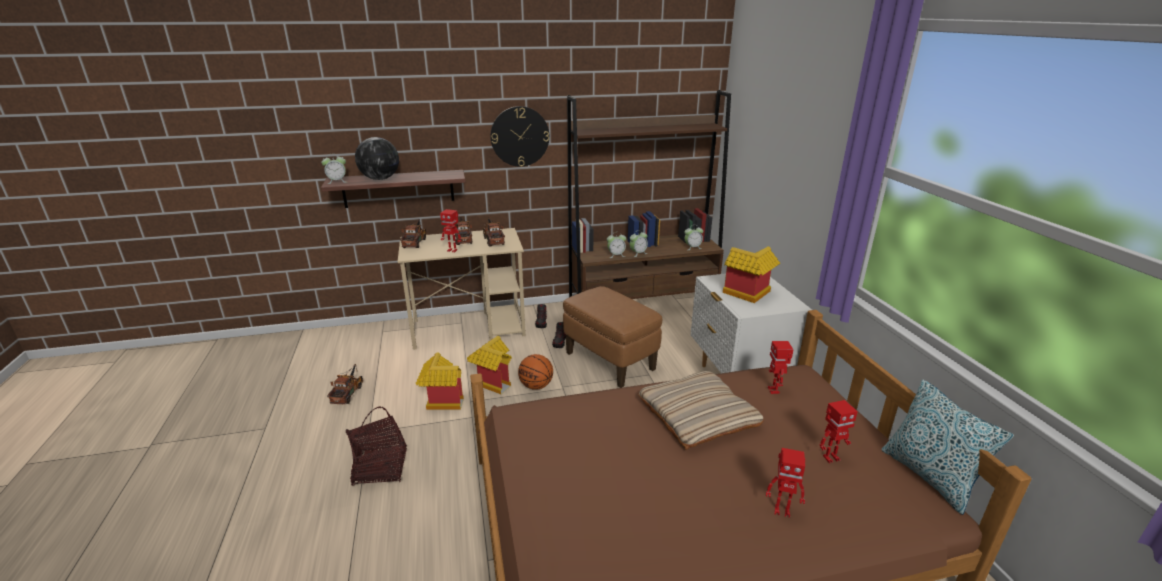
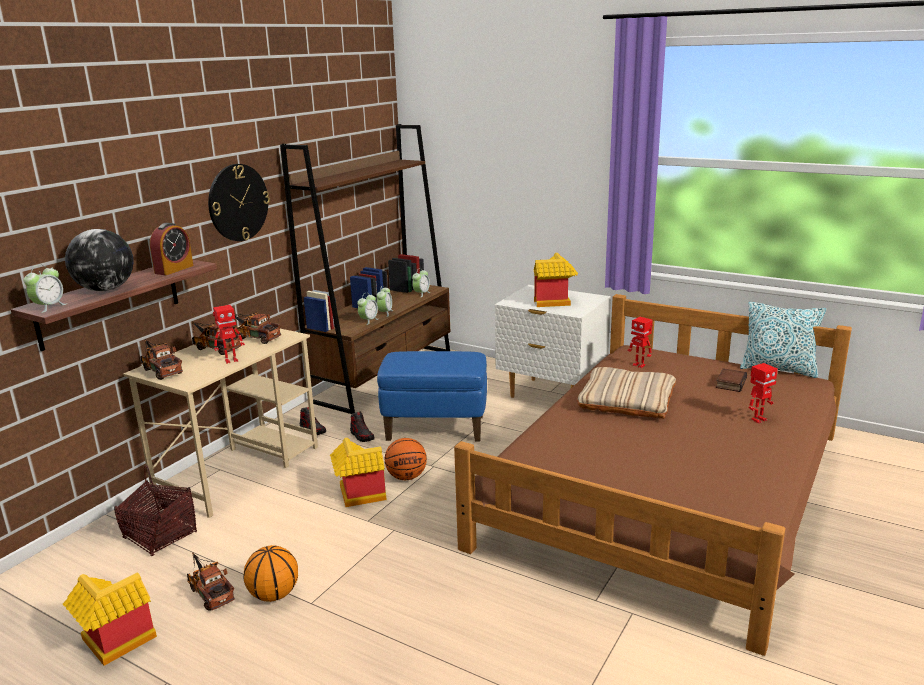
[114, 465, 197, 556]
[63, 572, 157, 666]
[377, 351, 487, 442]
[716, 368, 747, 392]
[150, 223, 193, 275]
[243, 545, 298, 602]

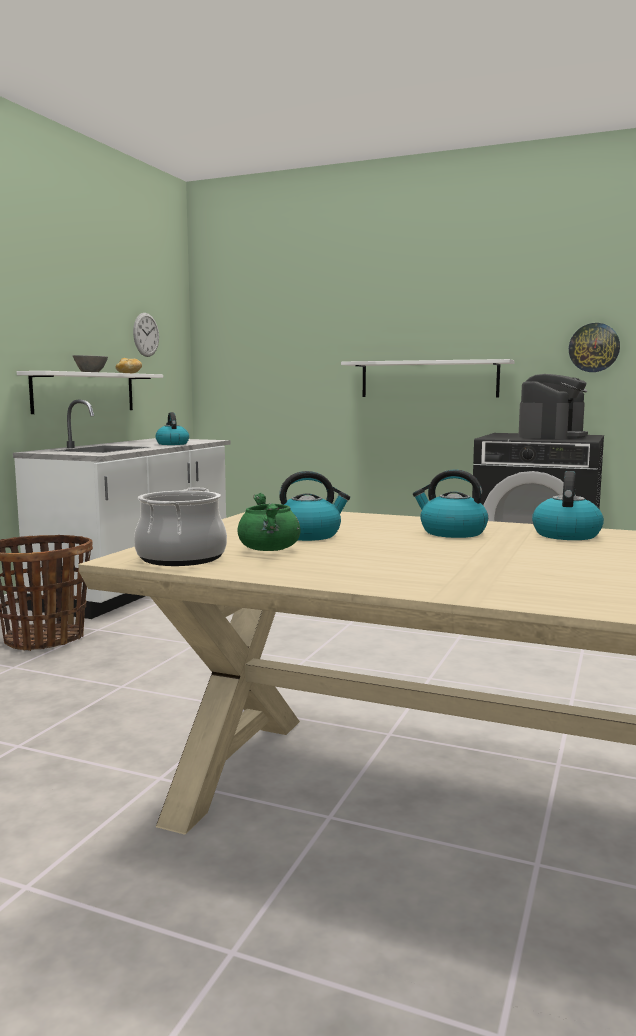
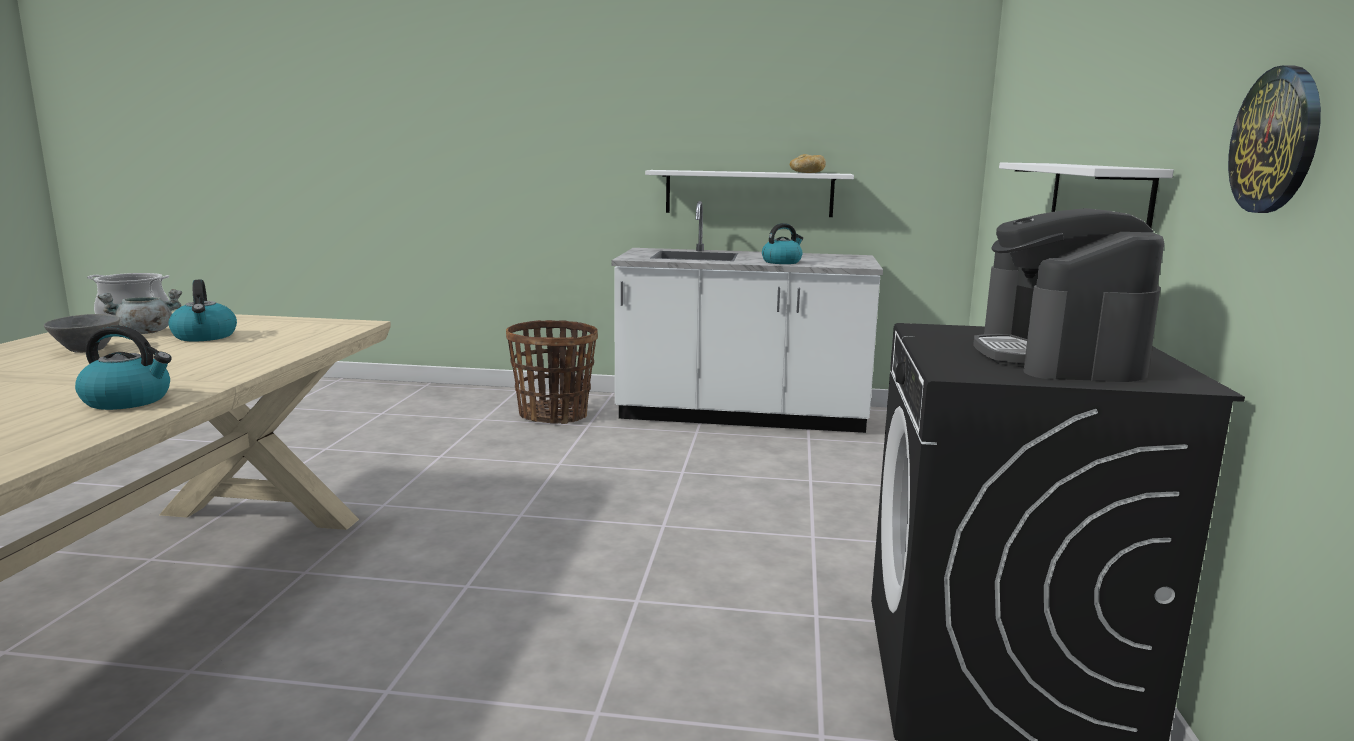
[44, 314, 120, 353]
[133, 313, 159, 357] (first image)
[97, 289, 182, 334]
[413, 470, 488, 538] (first image)
[973, 208, 1164, 382]

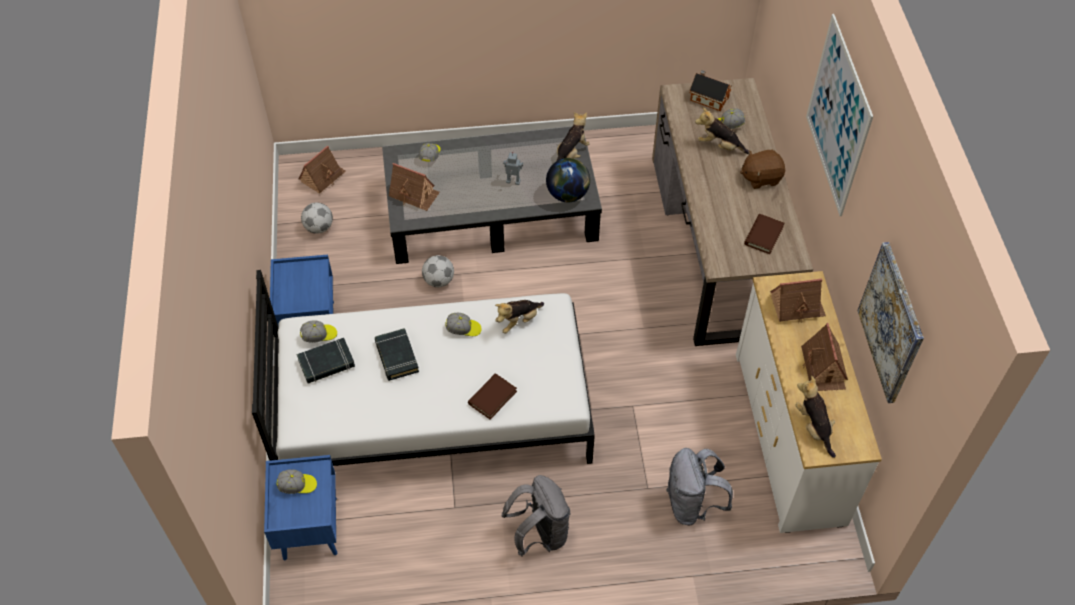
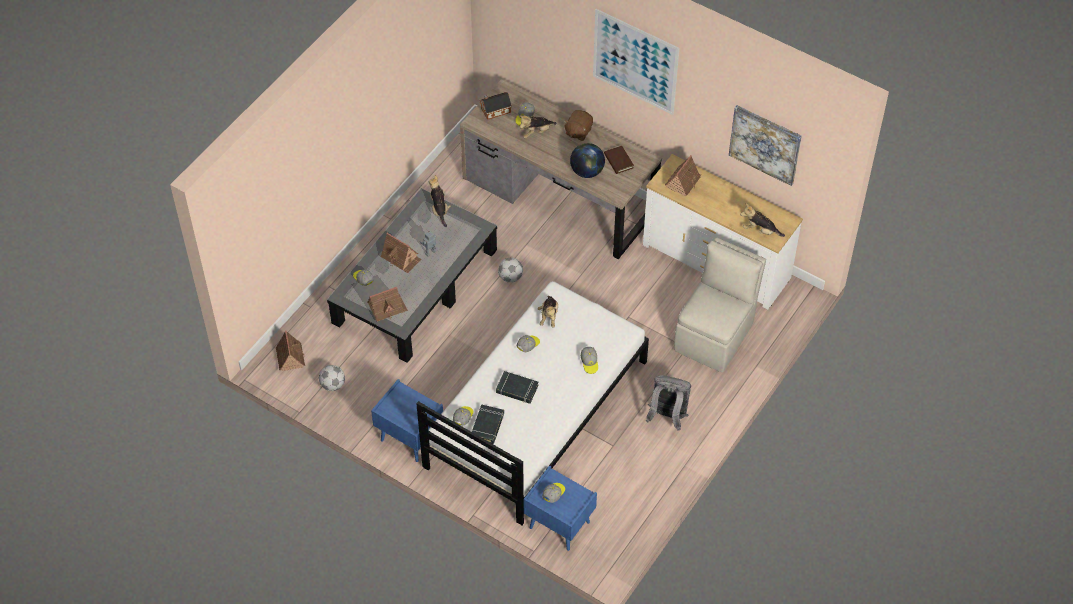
[498, 258, 523, 283]
[581, 347, 598, 374]
[570, 143, 605, 178]
[674, 237, 766, 372]
[381, 233, 421, 273]

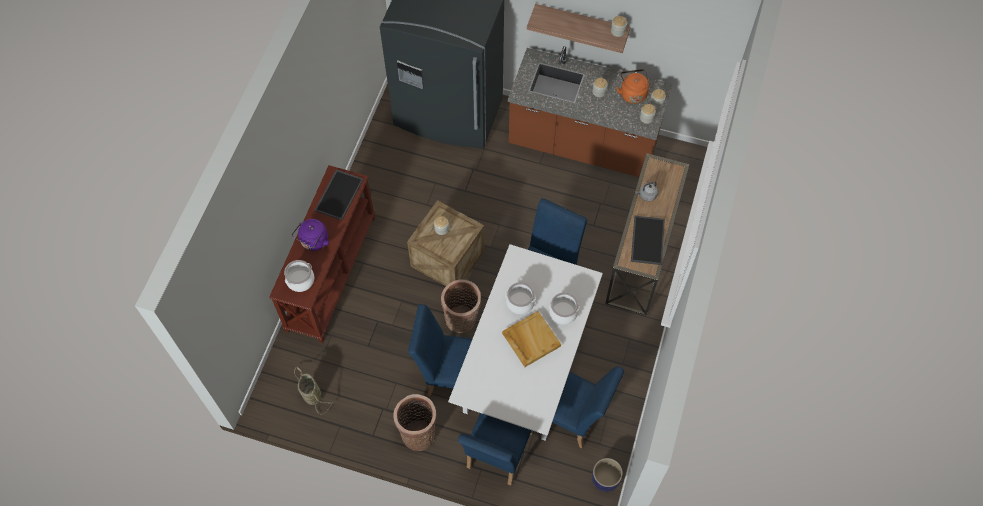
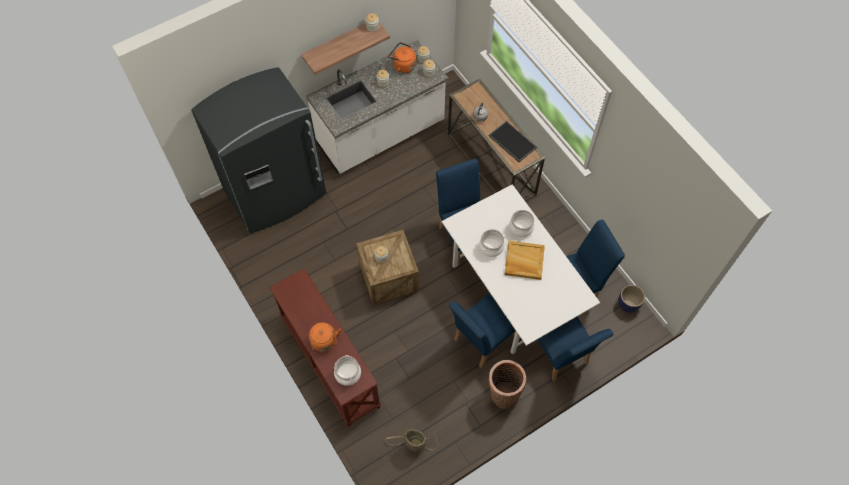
[309, 322, 341, 352]
[315, 170, 363, 220] (first image)
[441, 280, 481, 333] (first image)
[306, 40, 448, 174]

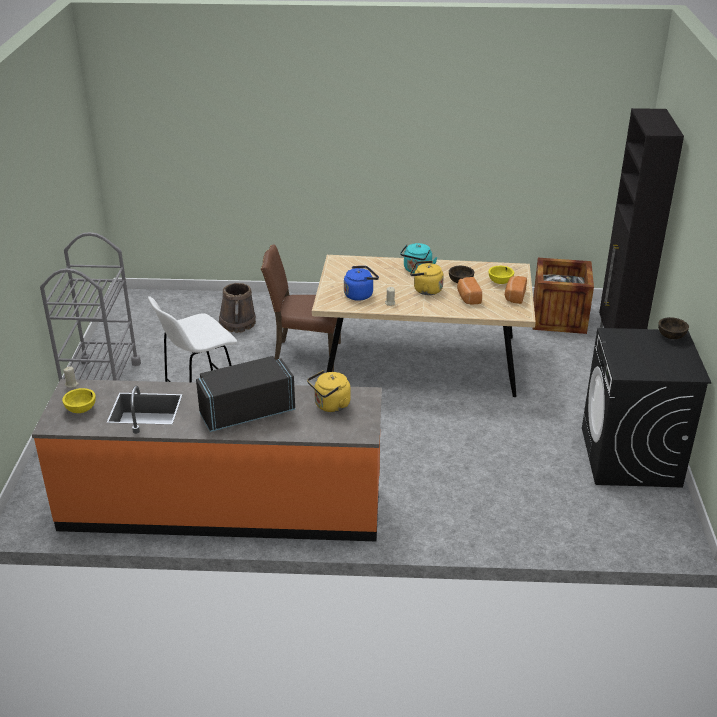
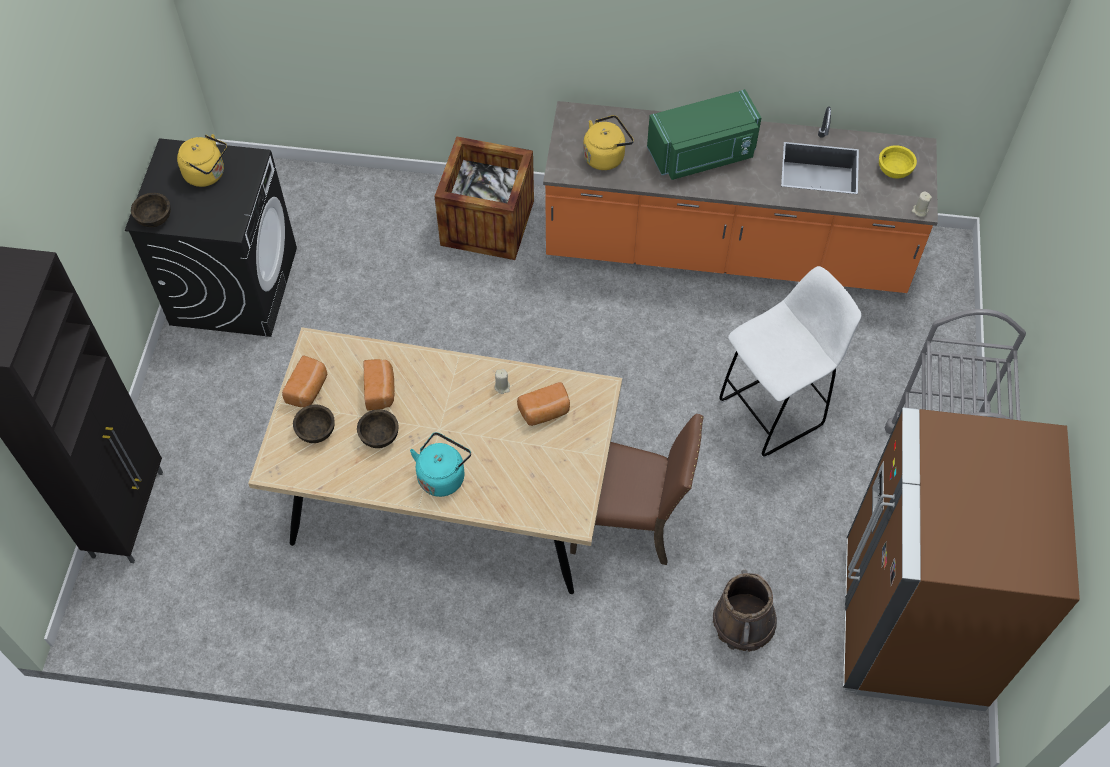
[647, 89, 761, 180]
[517, 382, 570, 426]
[177, 134, 227, 187]
[293, 405, 335, 443]
[434, 136, 534, 260]
[843, 407, 1080, 711]

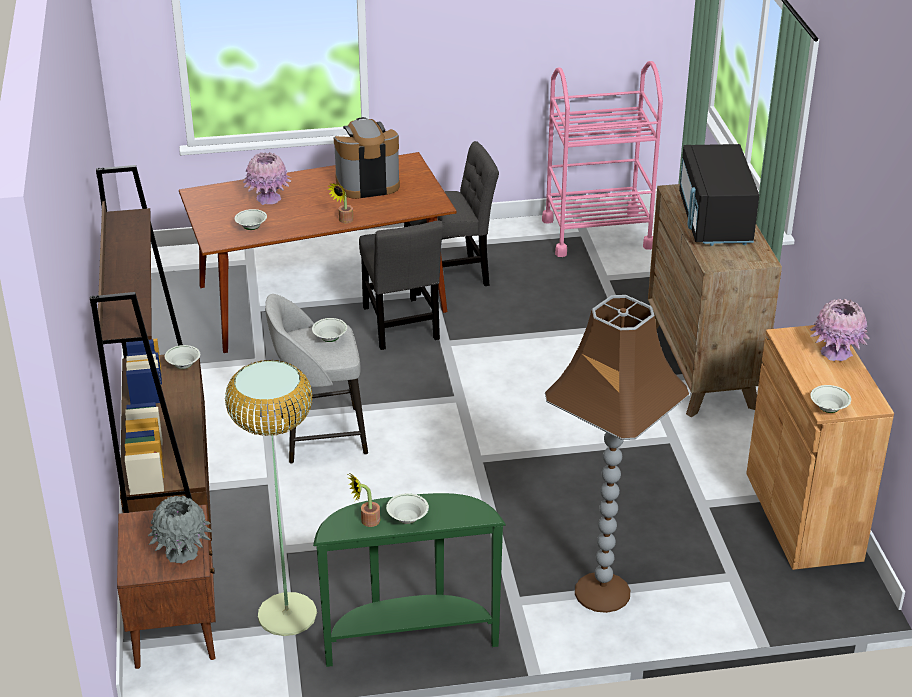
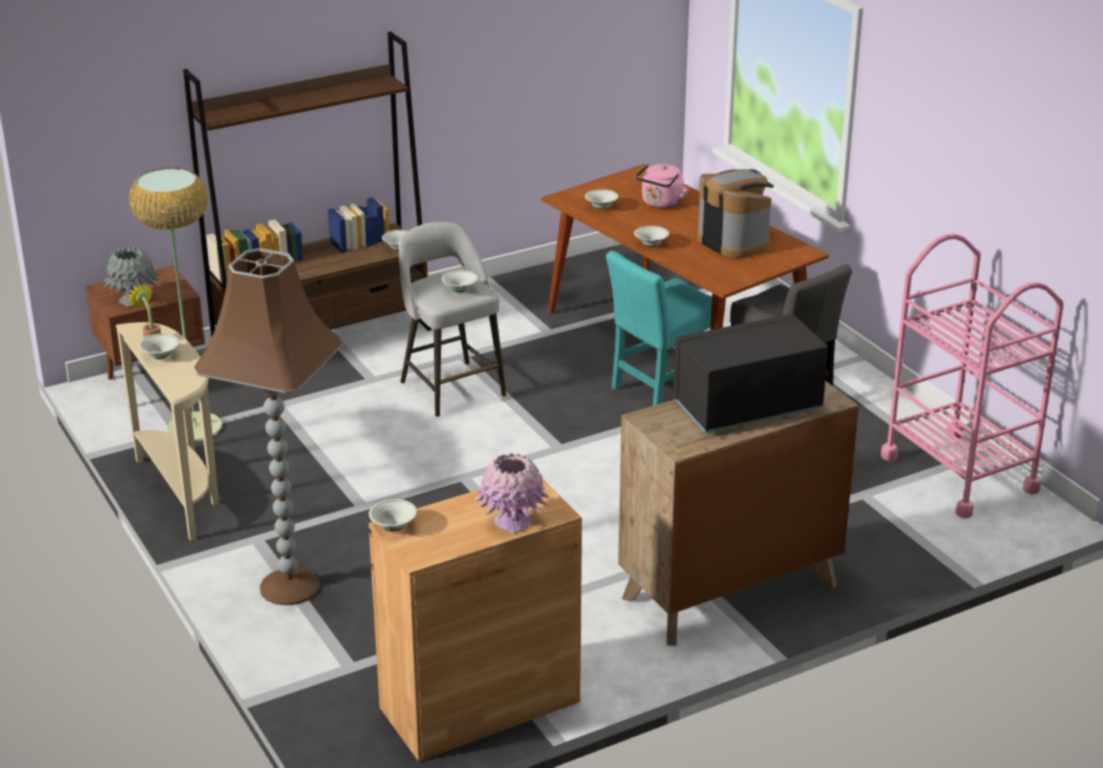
[636, 164, 690, 208]
[116, 322, 219, 541]
[634, 226, 669, 247]
[606, 251, 712, 406]

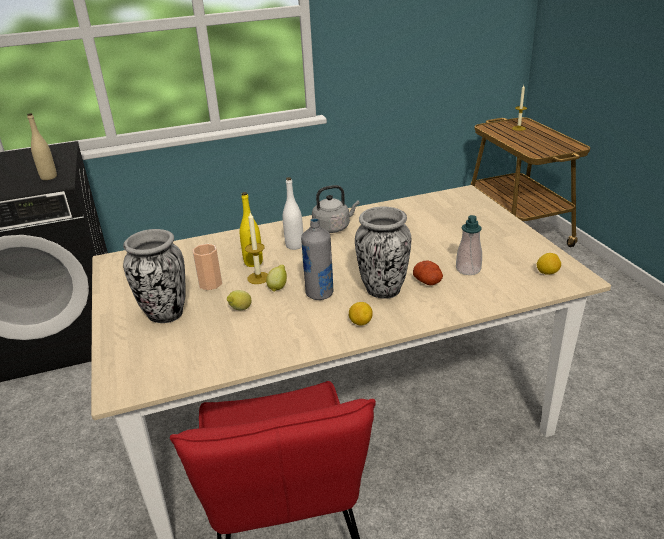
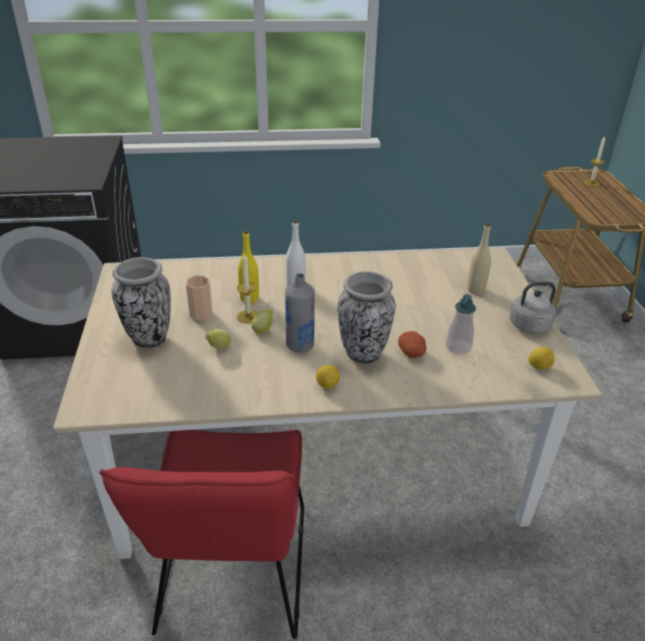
[467, 223, 491, 294]
[509, 282, 570, 333]

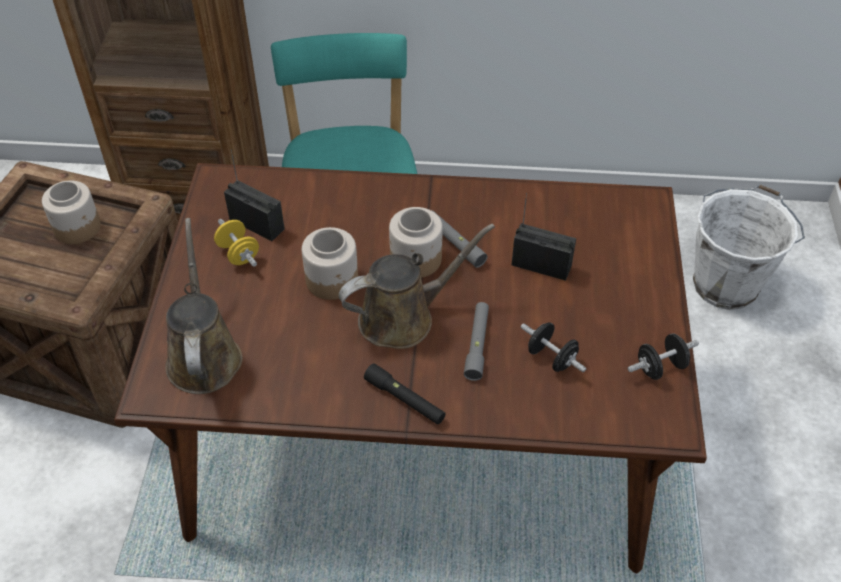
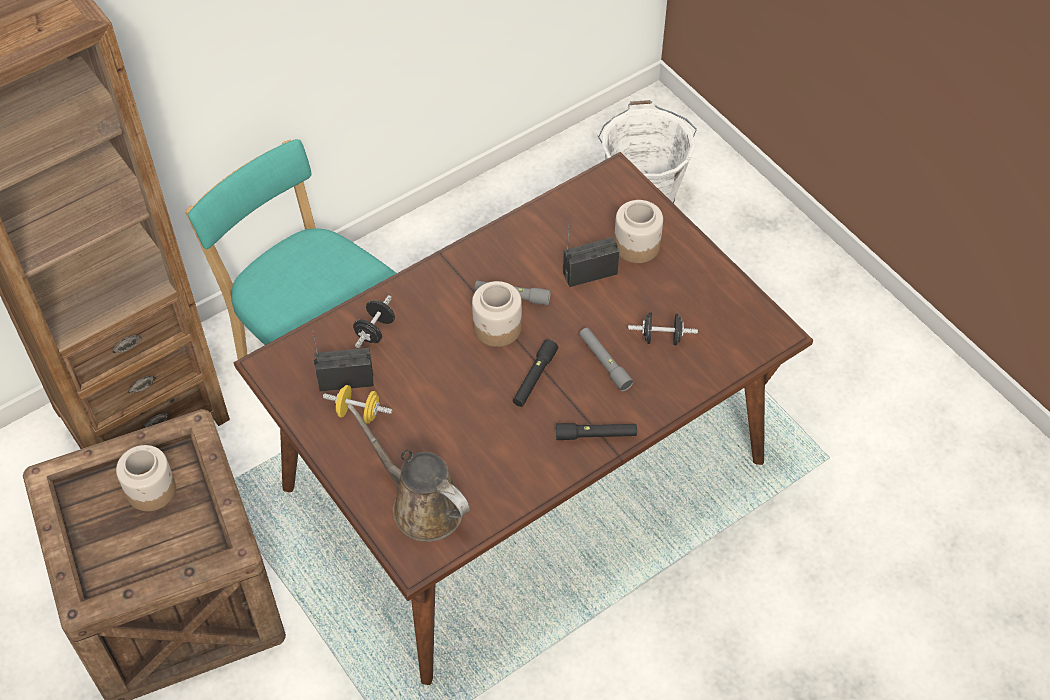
[614, 200, 663, 263]
[513, 339, 558, 407]
[353, 295, 395, 348]

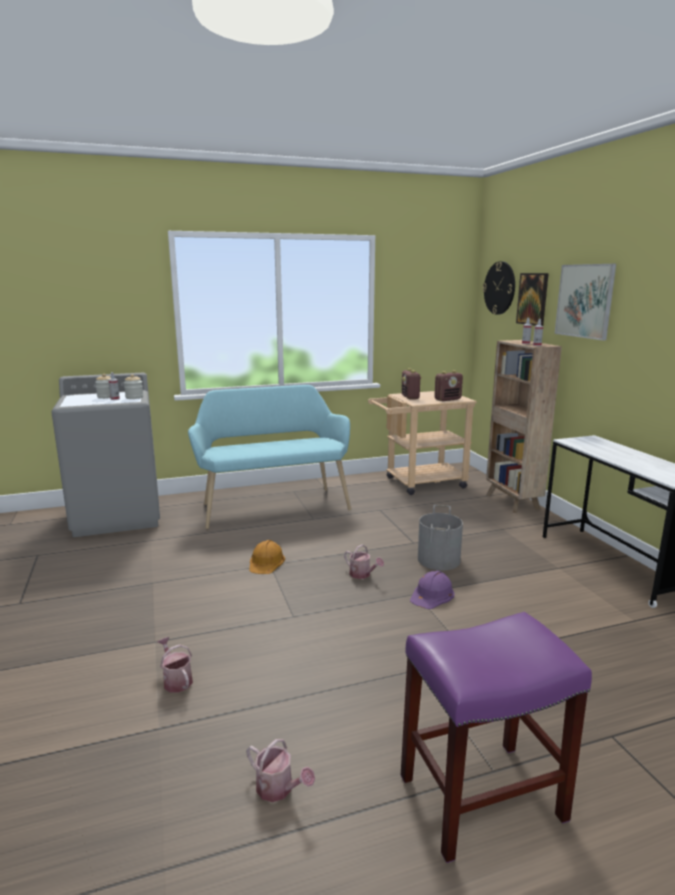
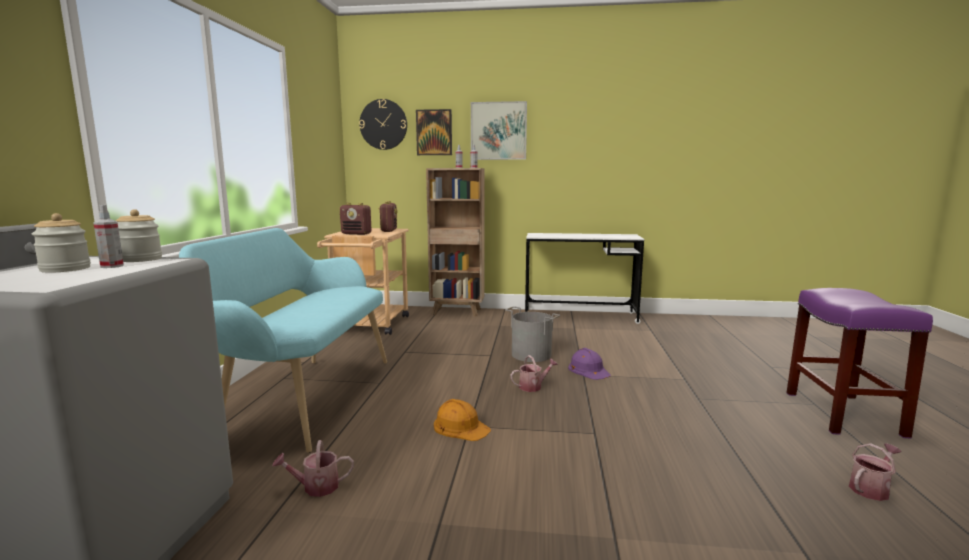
[272, 440, 354, 497]

